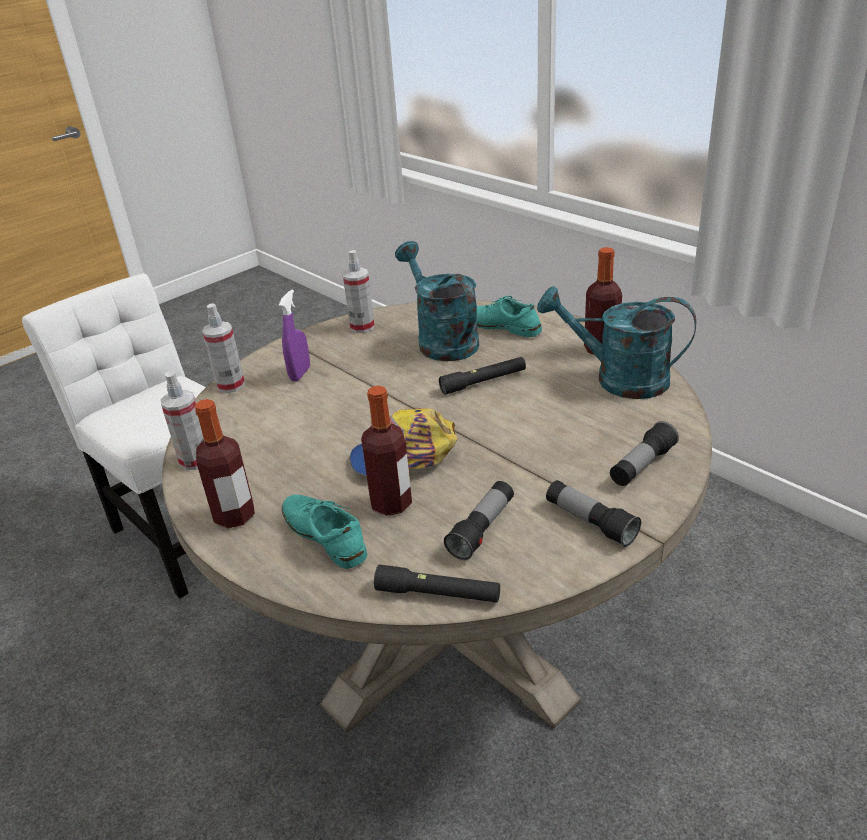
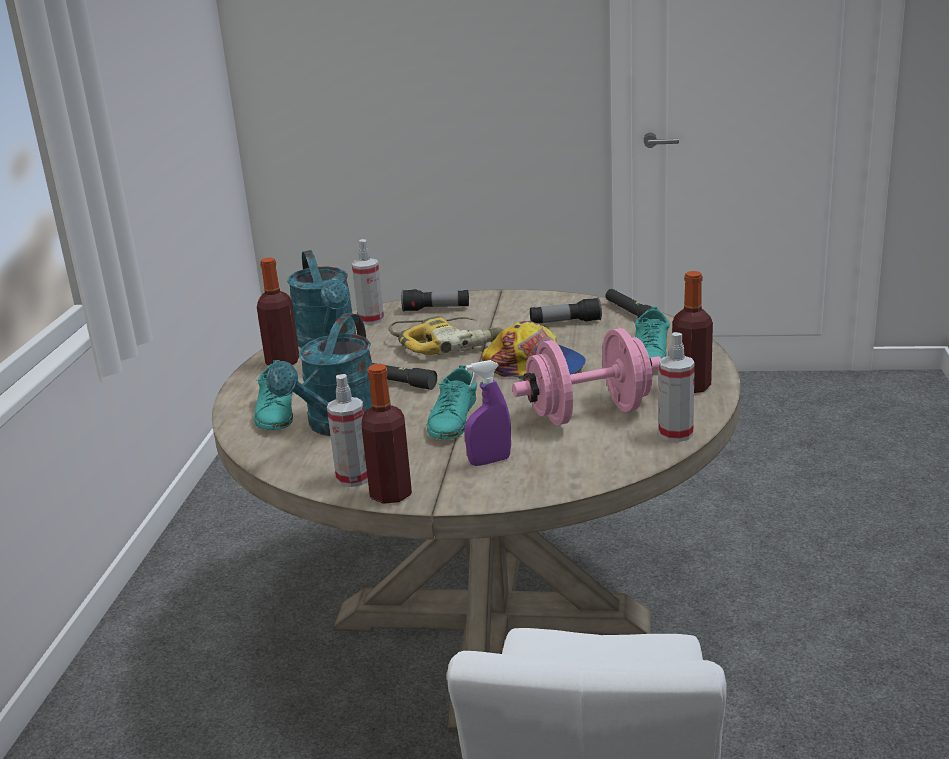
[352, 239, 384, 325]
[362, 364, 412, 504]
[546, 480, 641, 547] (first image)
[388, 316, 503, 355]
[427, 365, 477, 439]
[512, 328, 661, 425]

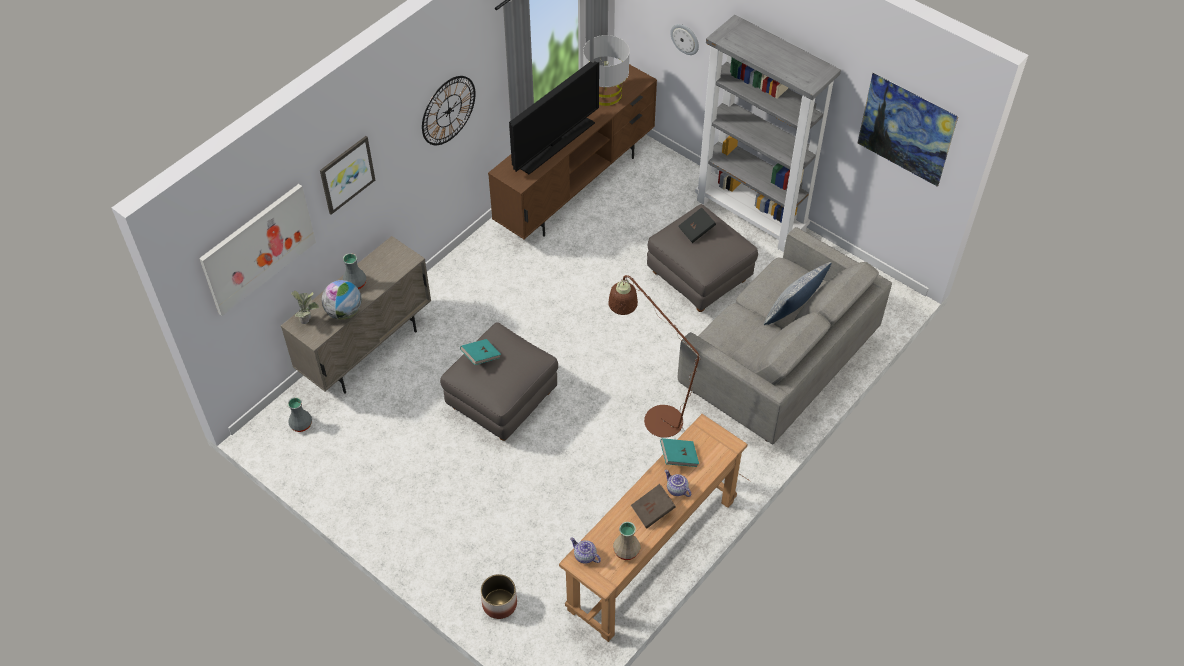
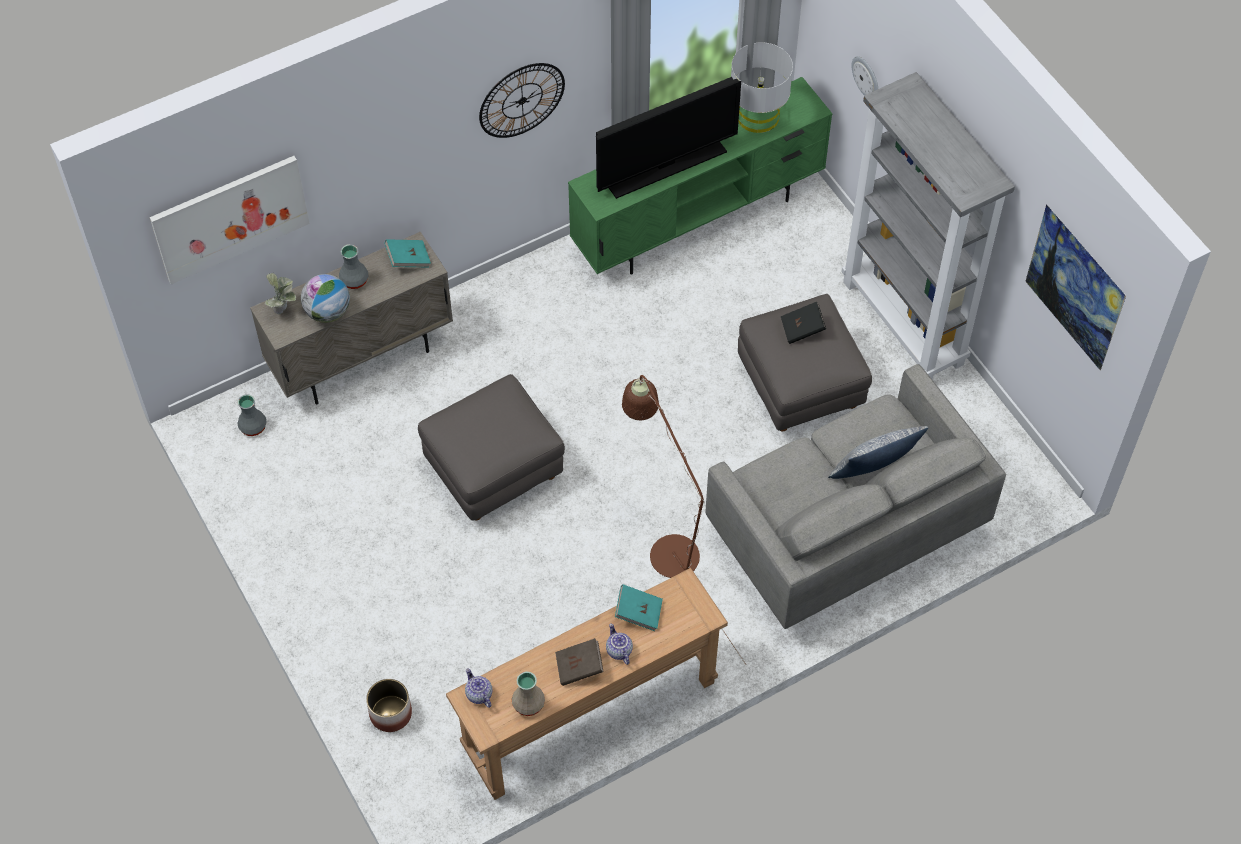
[320, 136, 375, 215] (first image)
[385, 239, 431, 267]
[568, 77, 832, 275]

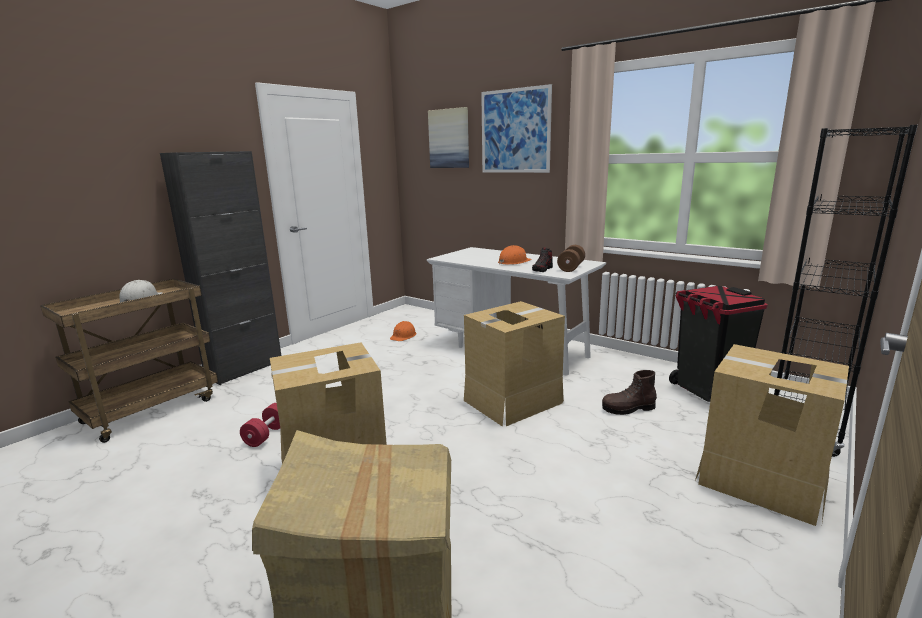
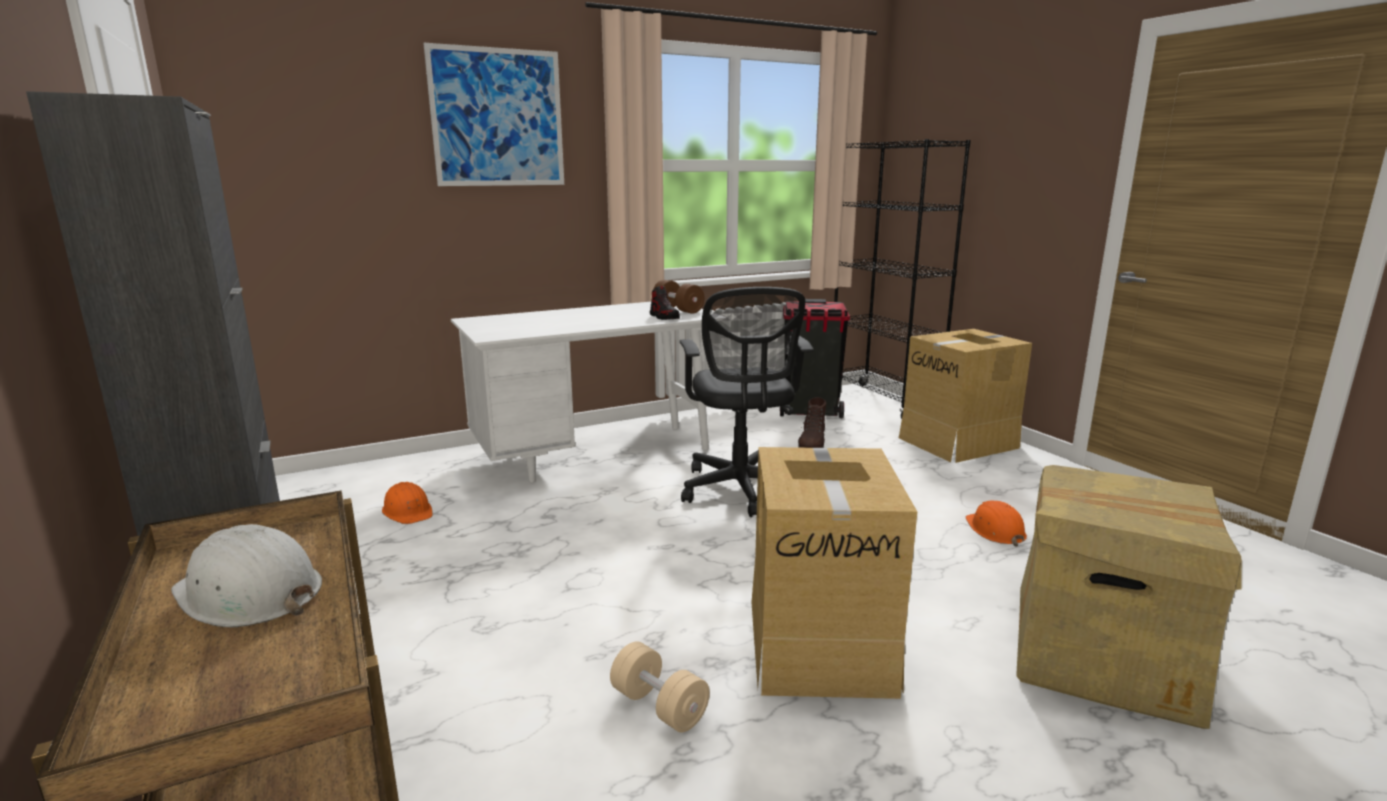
[610, 641, 710, 732]
[428, 107, 469, 168] (first image)
[680, 287, 814, 517]
[966, 501, 1027, 547]

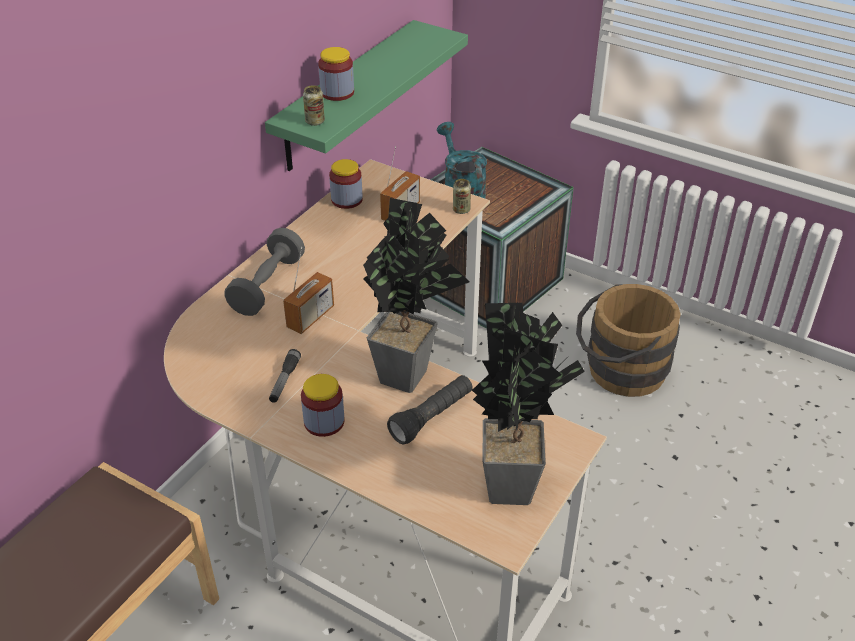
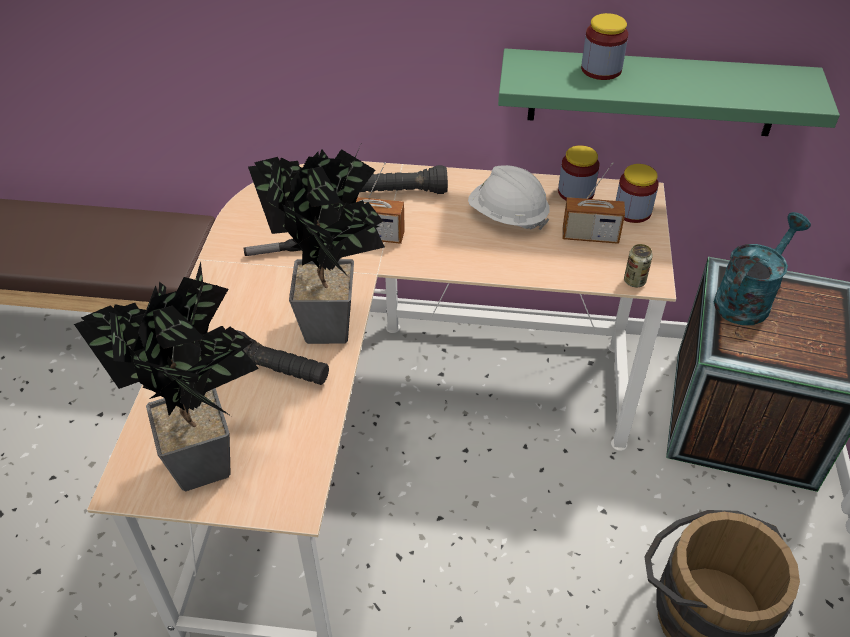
[360, 165, 448, 194]
[616, 164, 659, 223]
[303, 85, 325, 126] (first image)
[468, 165, 550, 230]

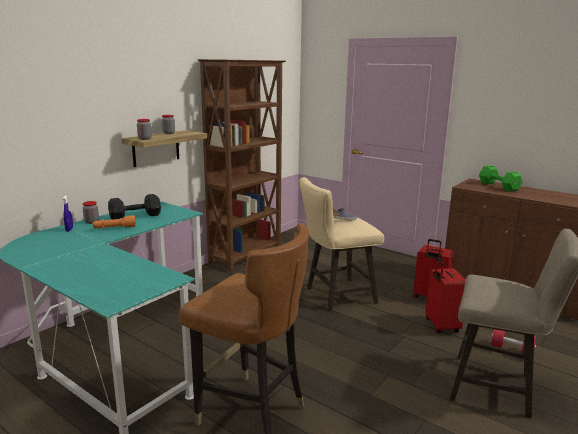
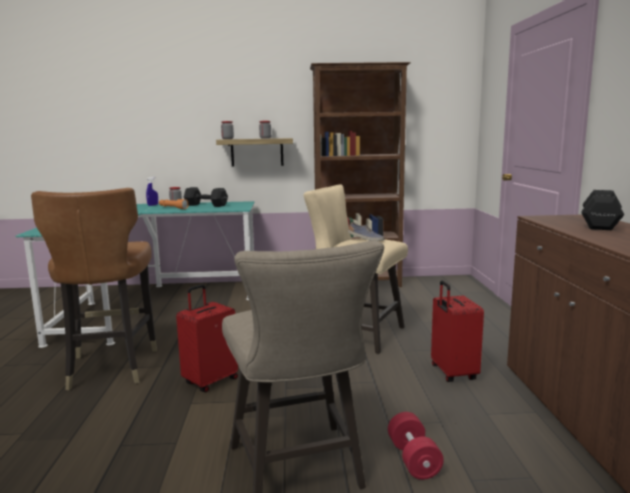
[176, 284, 238, 392]
[581, 190, 624, 230]

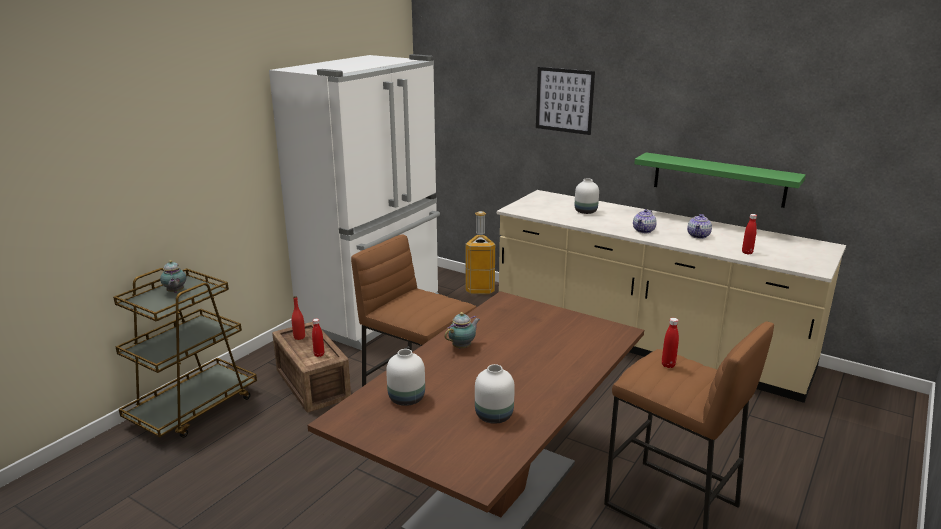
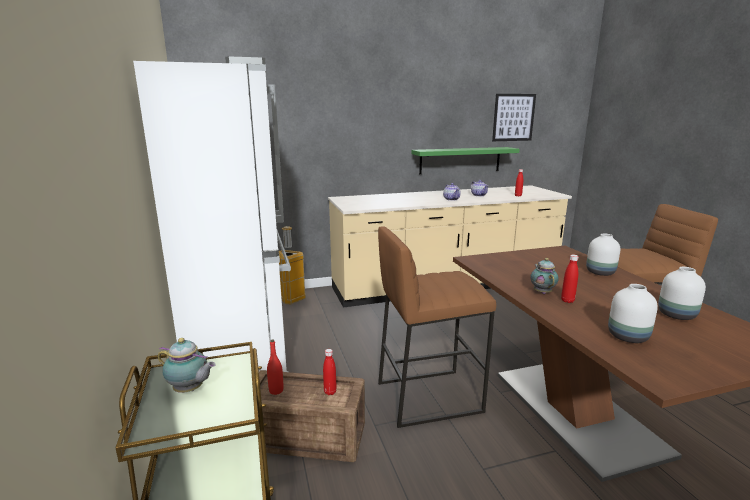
[492, 94, 536, 141]
[586, 234, 620, 276]
[561, 255, 579, 303]

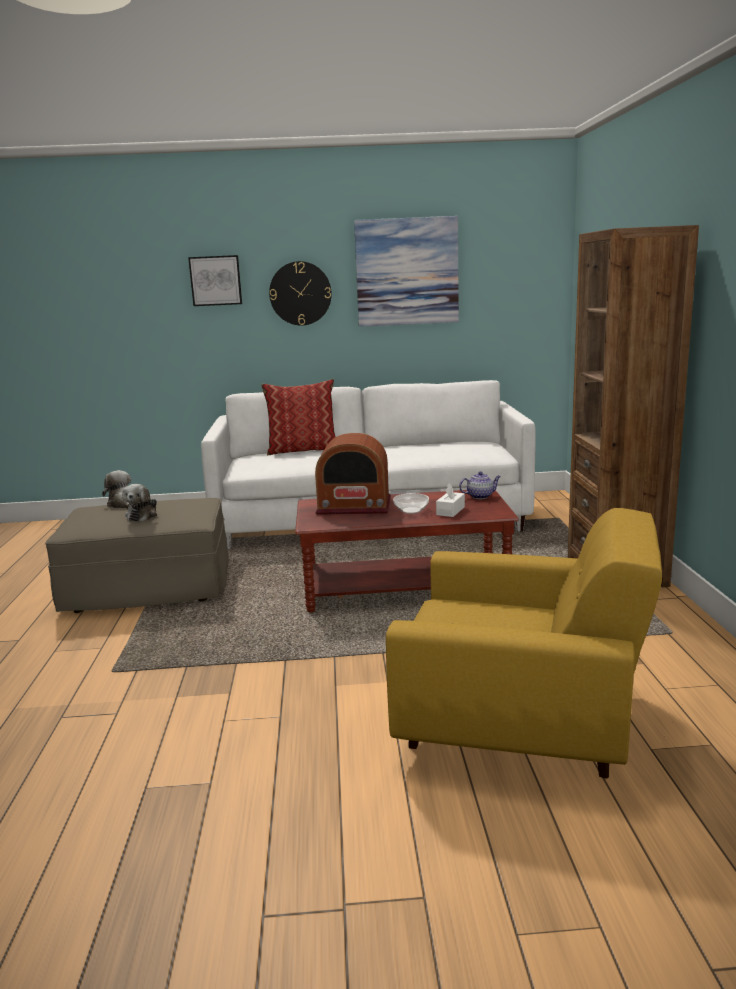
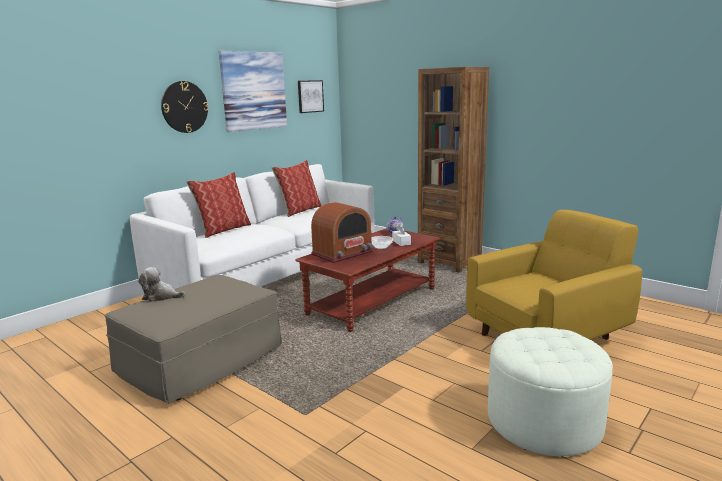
[122, 484, 157, 521] (first image)
[298, 80, 324, 113]
[272, 160, 322, 217]
[488, 327, 613, 456]

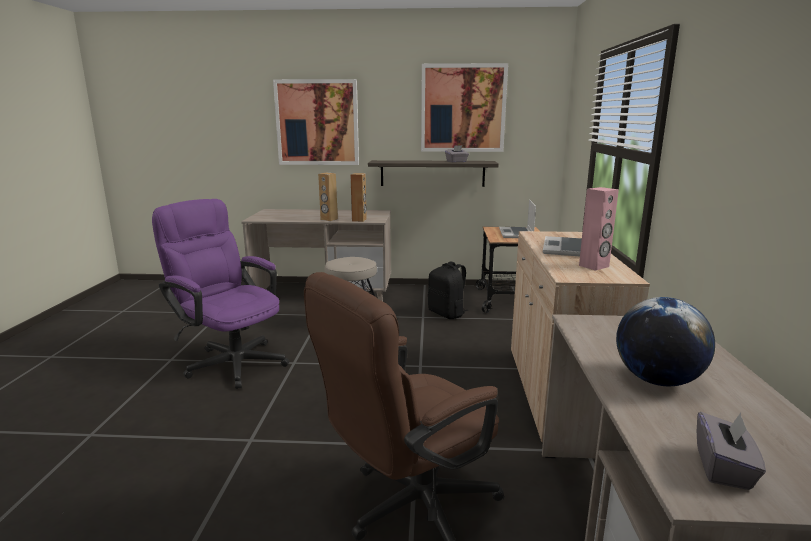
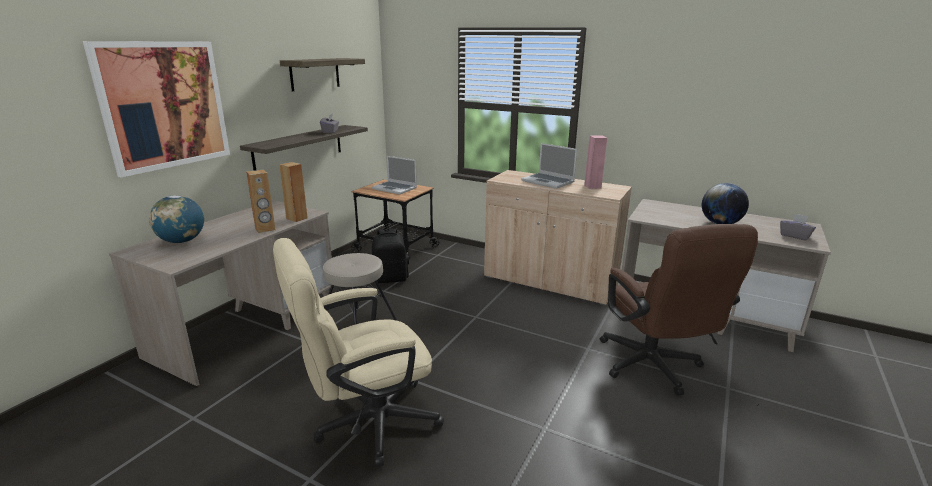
[273, 238, 444, 467]
[280, 58, 365, 91]
[149, 195, 204, 243]

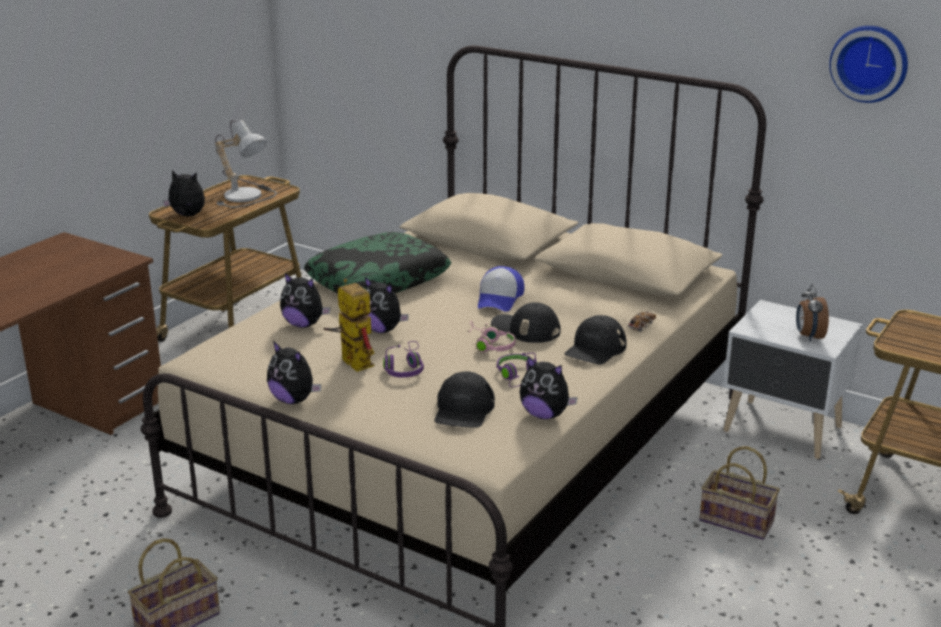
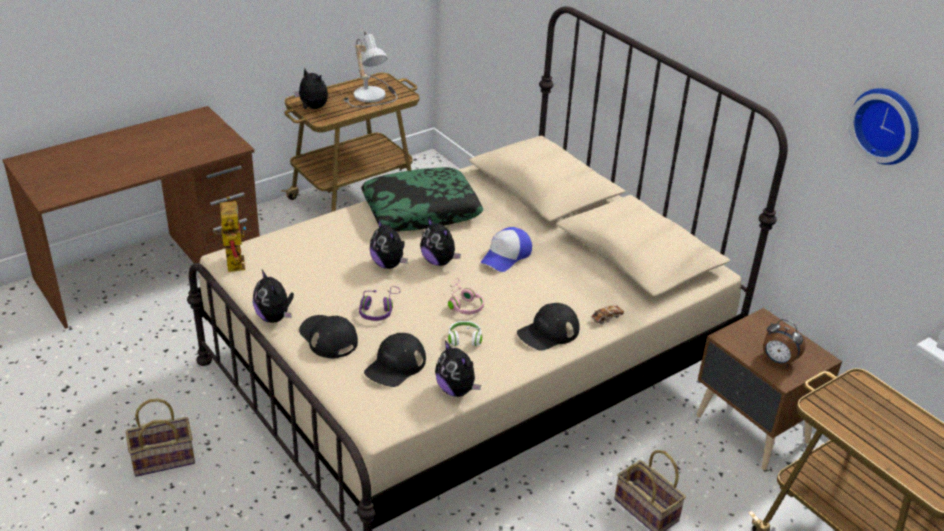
[420, 217, 461, 266]
[212, 196, 246, 272]
[299, 315, 358, 358]
[444, 321, 482, 351]
[696, 308, 842, 470]
[763, 319, 806, 367]

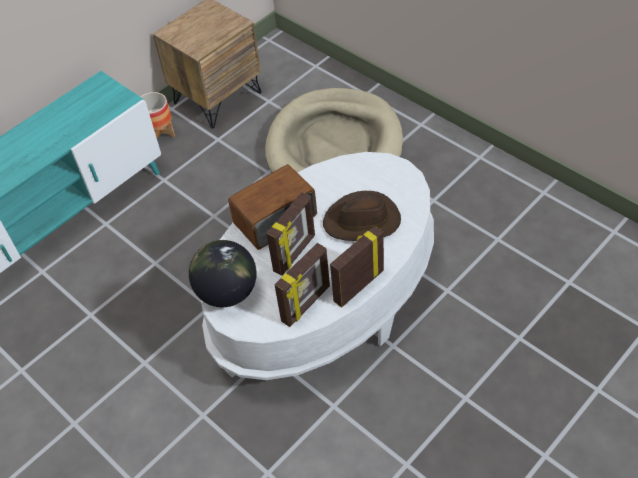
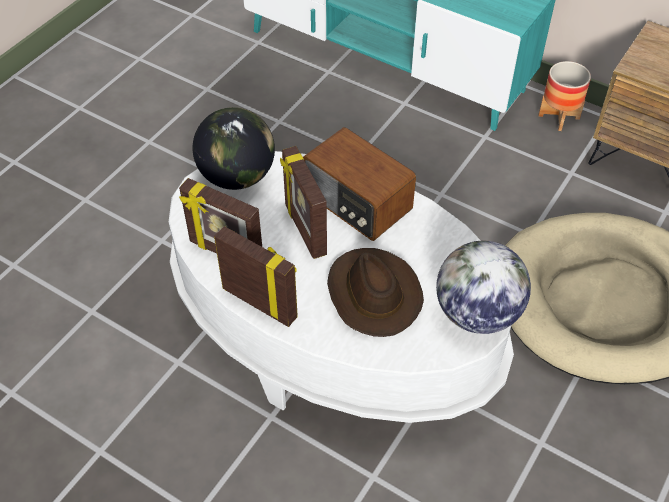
[280, 146, 327, 259]
[436, 241, 531, 334]

